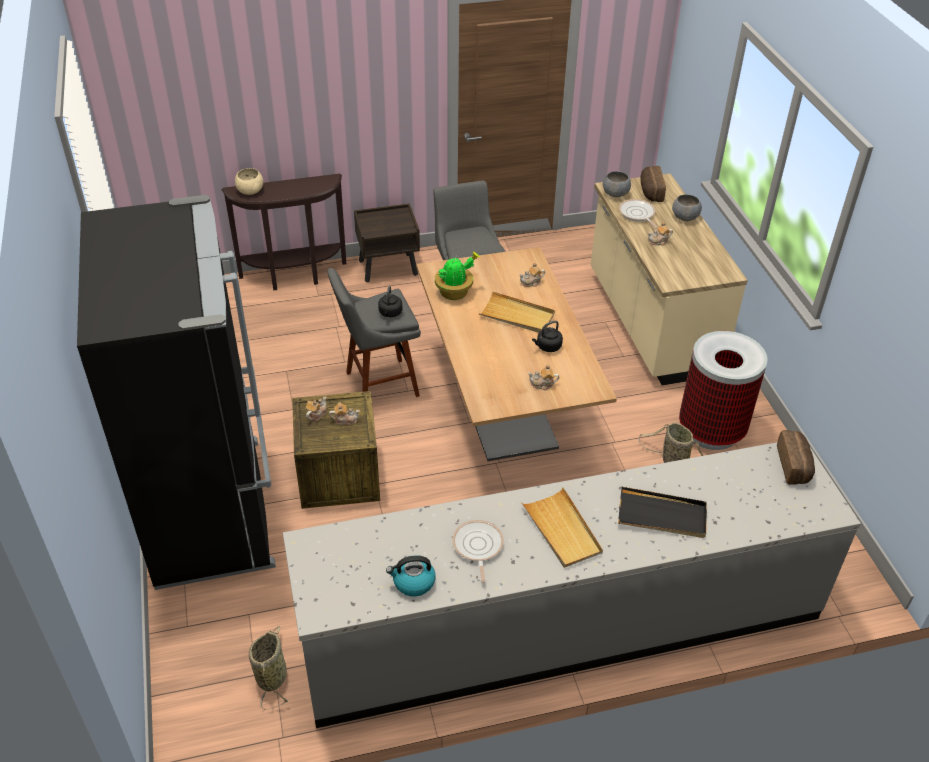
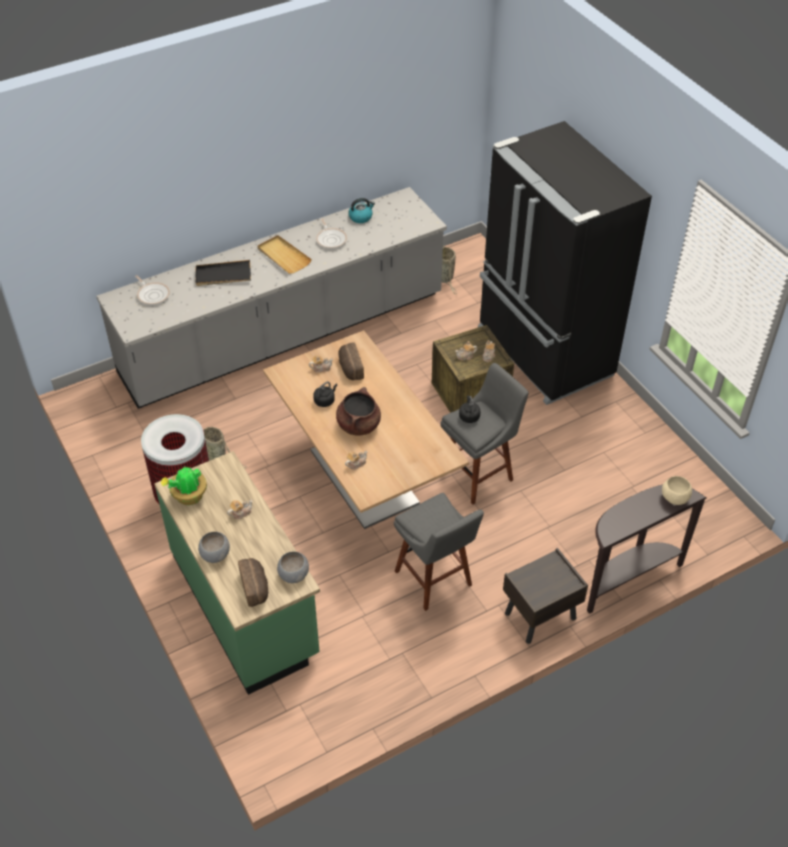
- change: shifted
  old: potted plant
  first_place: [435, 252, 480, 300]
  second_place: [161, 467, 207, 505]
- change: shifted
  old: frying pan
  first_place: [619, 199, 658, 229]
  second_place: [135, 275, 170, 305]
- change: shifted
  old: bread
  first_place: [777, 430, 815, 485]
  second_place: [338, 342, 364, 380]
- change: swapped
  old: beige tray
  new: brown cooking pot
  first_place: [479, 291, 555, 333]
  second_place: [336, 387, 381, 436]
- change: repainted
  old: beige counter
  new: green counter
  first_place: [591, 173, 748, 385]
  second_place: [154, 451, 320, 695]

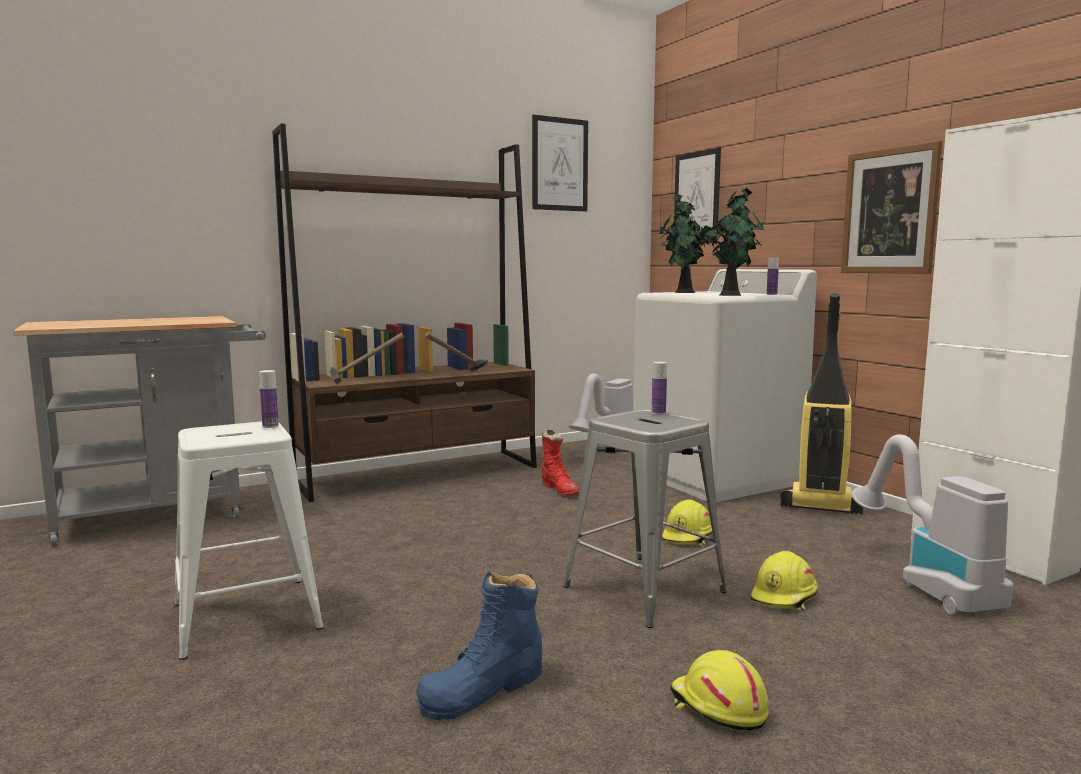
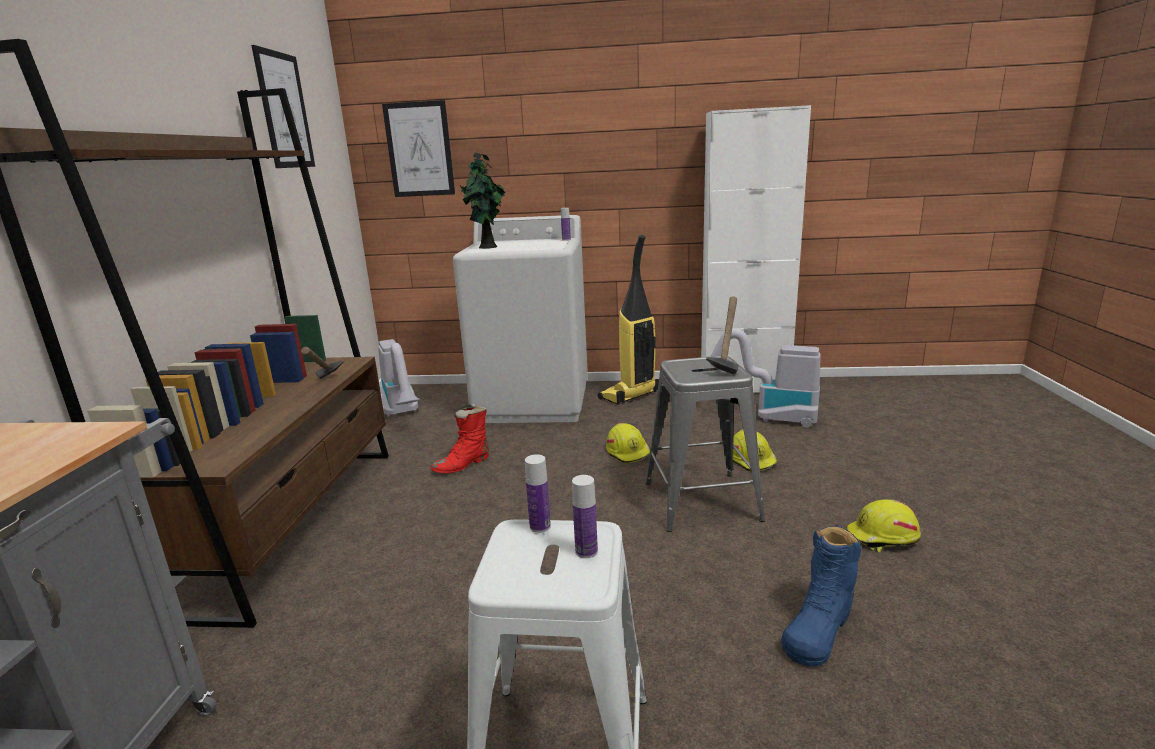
- change: gone
  old: potted plant
  first_place: [702, 188, 764, 296]
- change: gone
  old: picture
  first_place: [841, 141, 942, 274]
- change: shifted
  old: hammer
  first_place: [330, 333, 405, 384]
  second_place: [706, 296, 738, 375]
- change: shifted
  old: bottle
  first_place: [652, 362, 667, 415]
  second_place: [572, 475, 598, 558]
- change: rotated
  old: blue boot
  first_place: [416, 571, 542, 720]
  second_place: [781, 525, 861, 667]
  degrees: 45
- change: rotated
  old: red boot
  first_place: [541, 429, 580, 495]
  second_place: [430, 403, 489, 473]
  degrees: 135

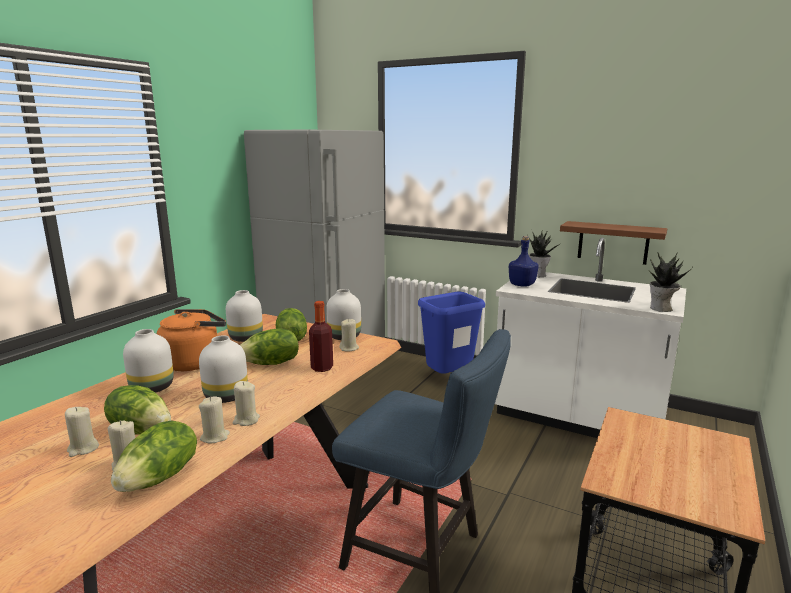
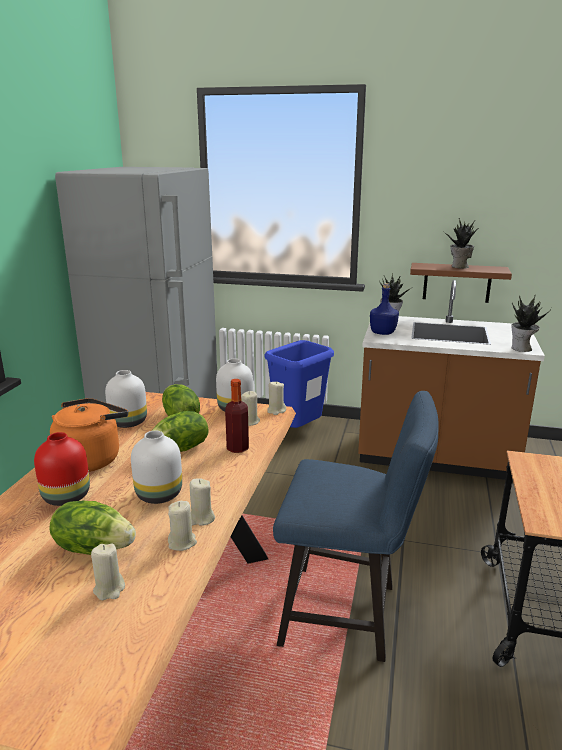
- change: gone
  old: lettuce
  first_place: [111, 420, 197, 492]
- change: new
  new: potted plant
  second_place: [444, 218, 479, 269]
- change: shifted
  old: beige candle
  first_place: [65, 407, 99, 457]
  second_place: [267, 381, 286, 415]
- change: repainted
  old: white vase
  new: red vase
  first_place: [123, 329, 174, 393]
  second_place: [34, 432, 90, 506]
- change: repainted
  old: white counter
  new: brown counter
  first_place: [495, 238, 686, 438]
  second_place: [358, 280, 545, 481]

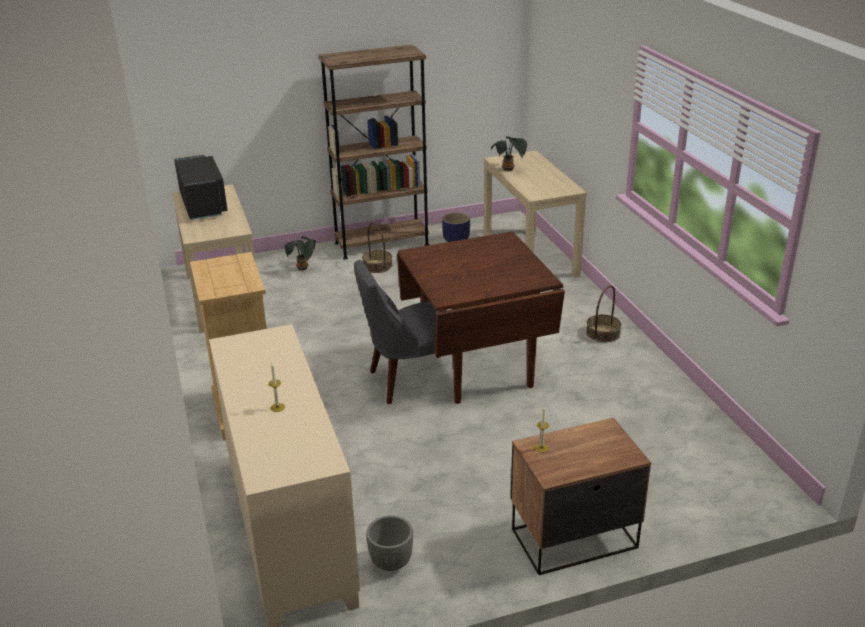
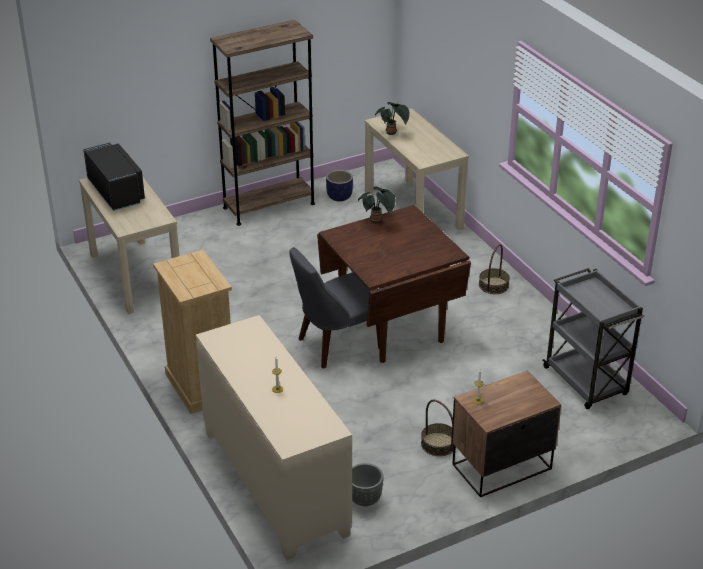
- change: new
  new: grey cart
  second_place: [543, 268, 644, 409]
- change: shifted
  old: potted plant
  first_place: [285, 236, 316, 270]
  second_place: [358, 186, 396, 224]
- change: shifted
  old: basket
  first_place: [362, 223, 393, 273]
  second_place: [421, 399, 456, 456]

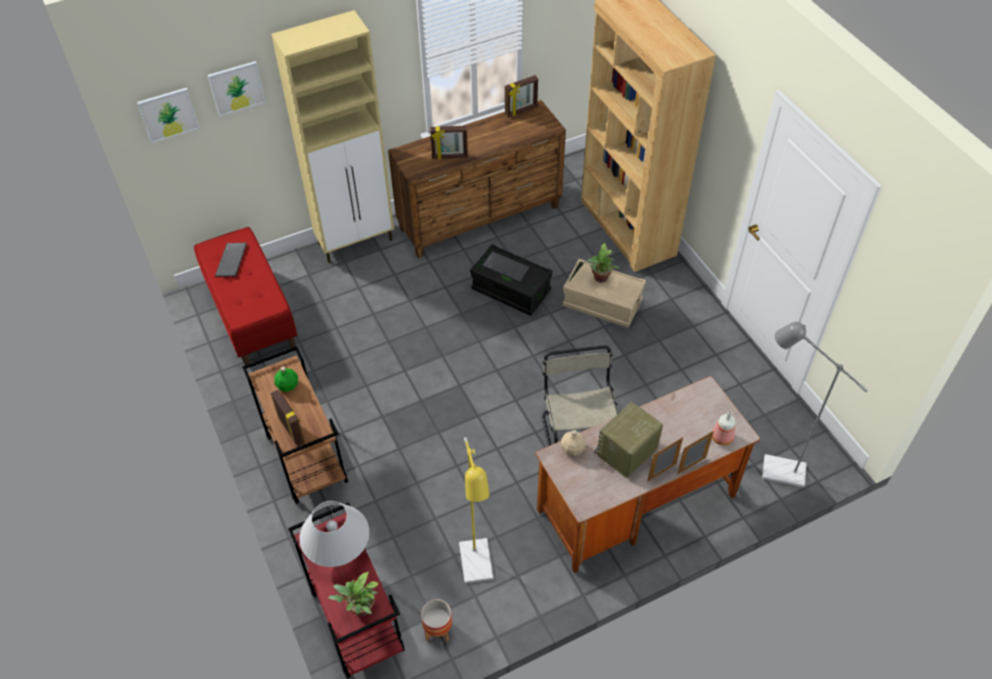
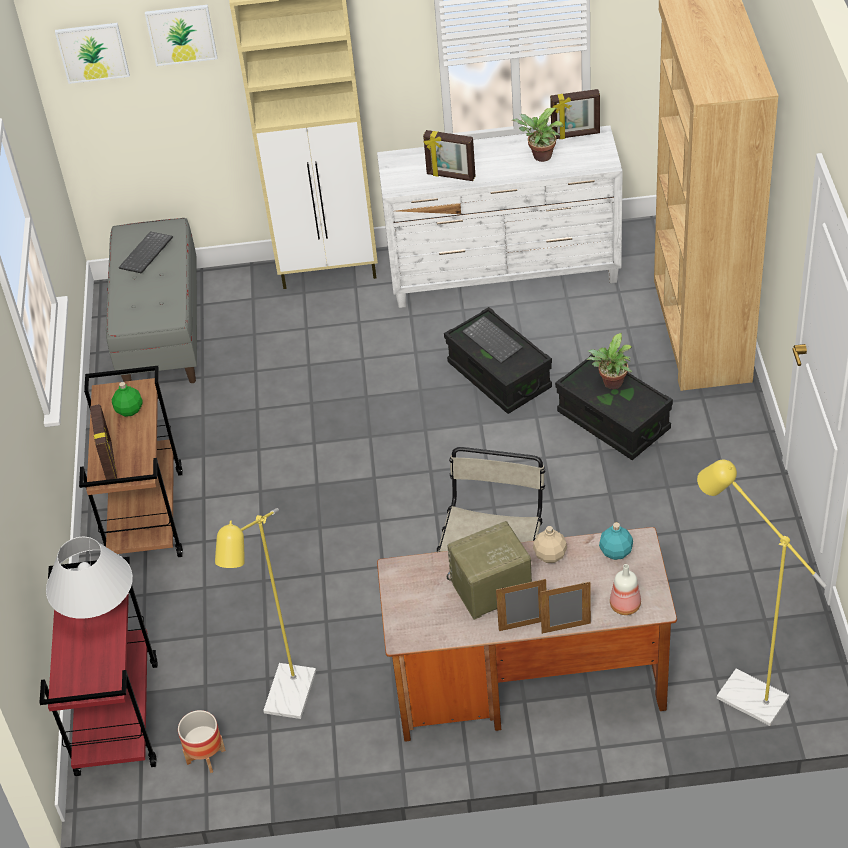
- change: new
  new: turquoise bottle
  second_place: [599, 522, 633, 560]
- change: shifted
  old: potted plant
  first_place: [328, 571, 379, 616]
  second_place: [512, 108, 564, 162]
- change: shifted
  old: beige bottle
  first_place: [561, 430, 586, 456]
  second_place: [533, 526, 567, 563]
- change: repainted
  old: red bench
  new: grey bench
  first_place: [194, 227, 297, 365]
  second_place: [106, 218, 197, 383]
- change: repainted
  old: brown dresser
  new: white dresser
  first_place: [388, 100, 566, 258]
  second_place: [377, 125, 623, 308]
- change: repainted
  old: beige storage box
  new: black storage box
  first_place: [563, 259, 646, 328]
  second_place: [555, 354, 673, 460]
- change: repainted
  old: grey floor lamp
  new: yellow floor lamp
  first_place: [762, 322, 868, 487]
  second_place: [697, 460, 827, 726]

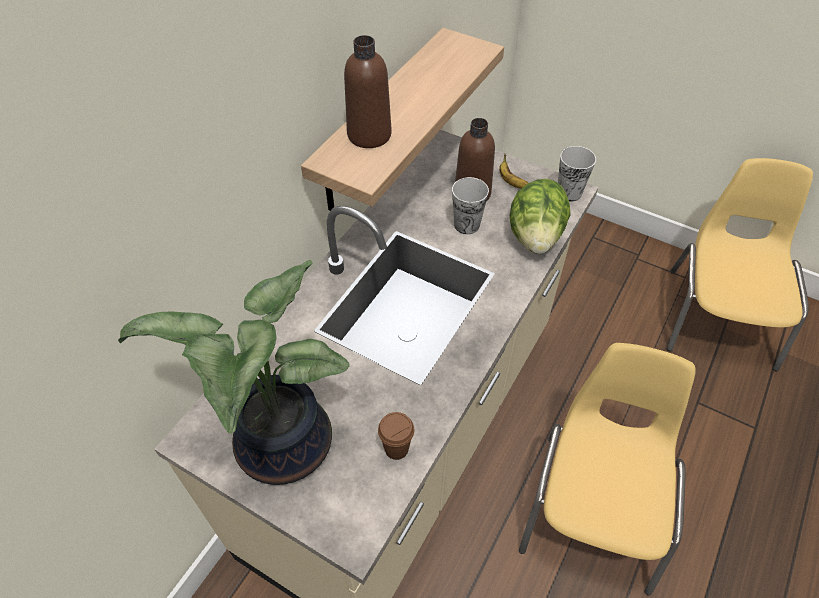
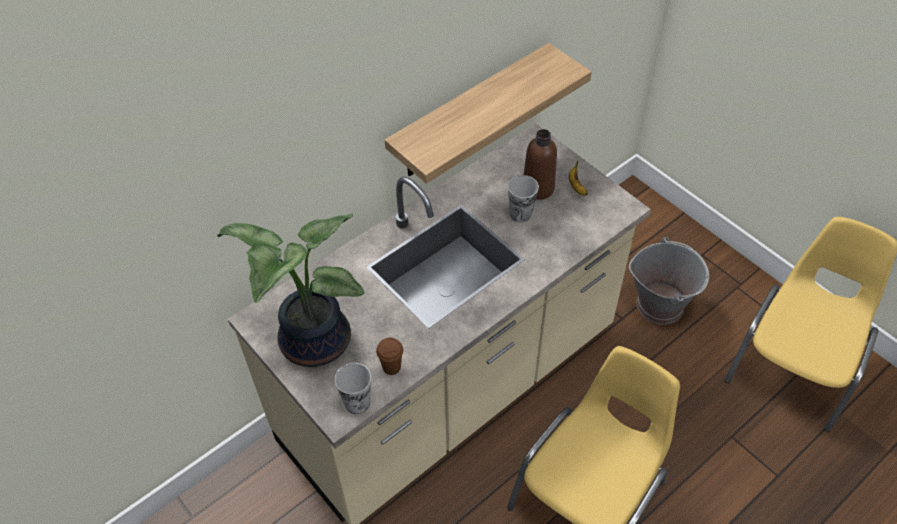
- change: gone
  old: brown bottle
  first_place: [344, 35, 392, 148]
- change: gone
  old: lettuce
  first_place: [510, 179, 571, 254]
- change: new
  new: grey bucket
  second_place: [629, 237, 709, 325]
- change: shifted
  old: cup
  first_place: [558, 146, 596, 202]
  second_place: [335, 363, 371, 414]

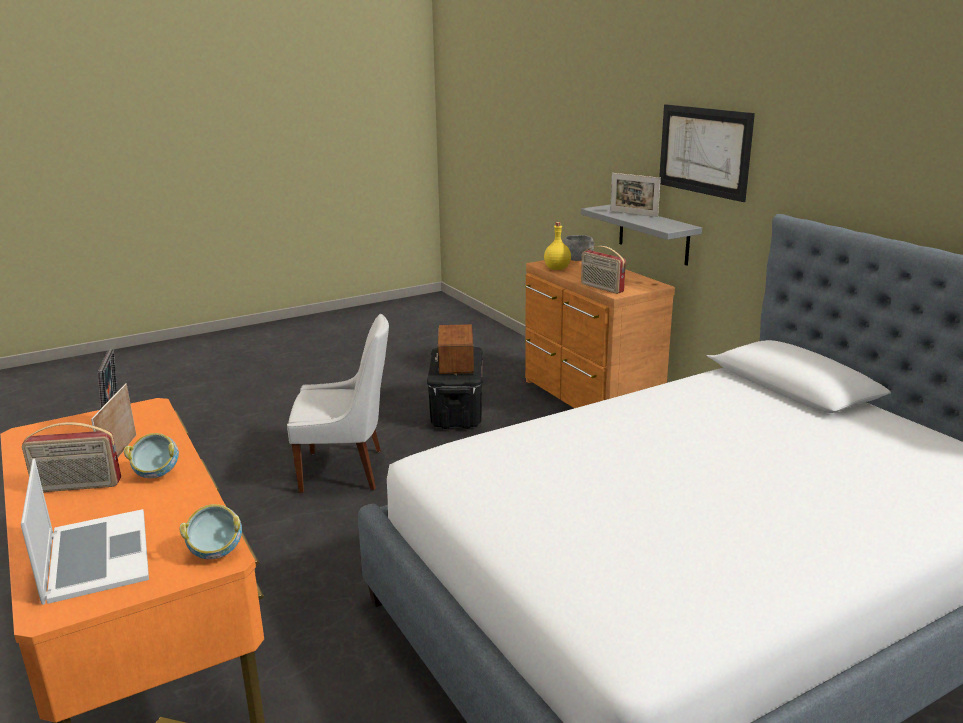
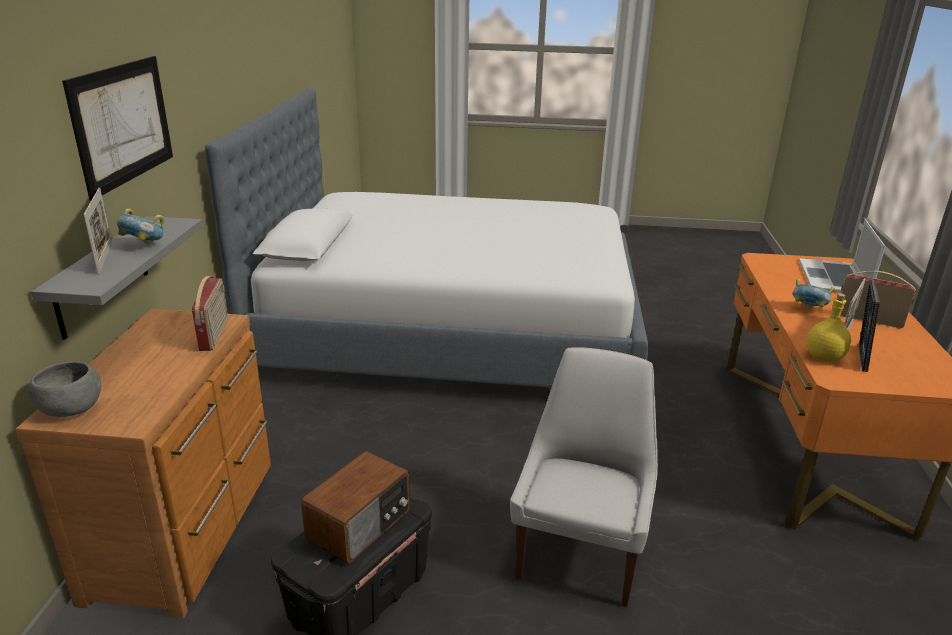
- change: shifted
  old: bowl
  first_place: [179, 504, 242, 559]
  second_place: [117, 208, 164, 245]
- change: shifted
  old: yellow bottle
  first_place: [544, 222, 571, 270]
  second_place: [807, 293, 851, 362]
- change: rotated
  old: white chair
  first_place: [287, 314, 389, 493]
  second_place: [510, 347, 658, 607]
  degrees: 75

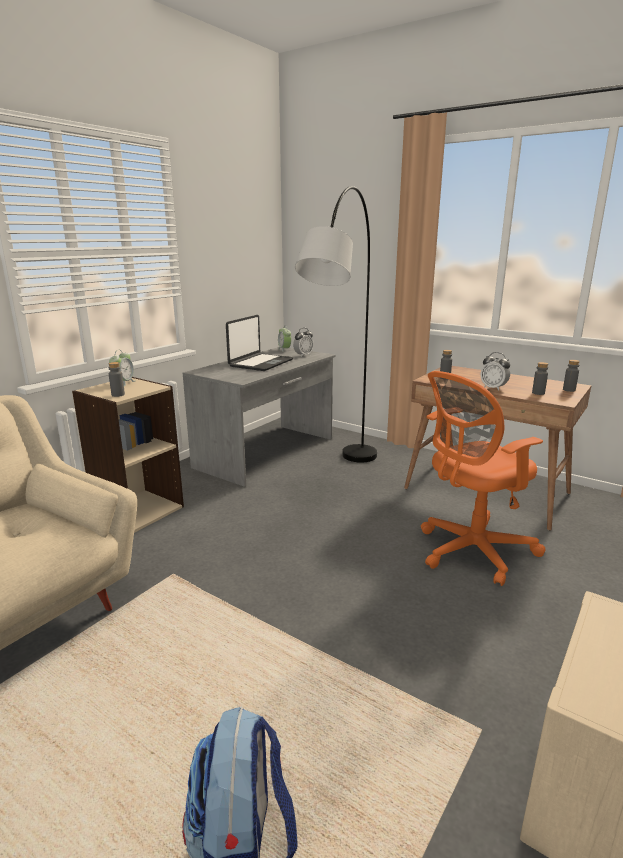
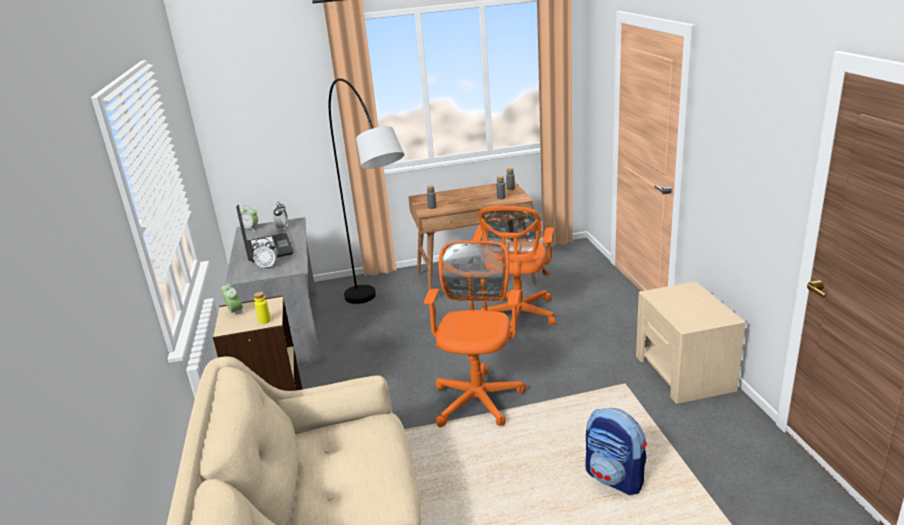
- change: new
  new: orange office chair
  second_place: [424, 241, 526, 427]
- change: shifted
  old: alarm clock
  first_place: [481, 352, 510, 391]
  second_place: [252, 238, 277, 269]
- change: repainted
  old: grey bottle
  new: yellow bottle
  first_place: [109, 362, 125, 397]
  second_place: [254, 292, 271, 324]

